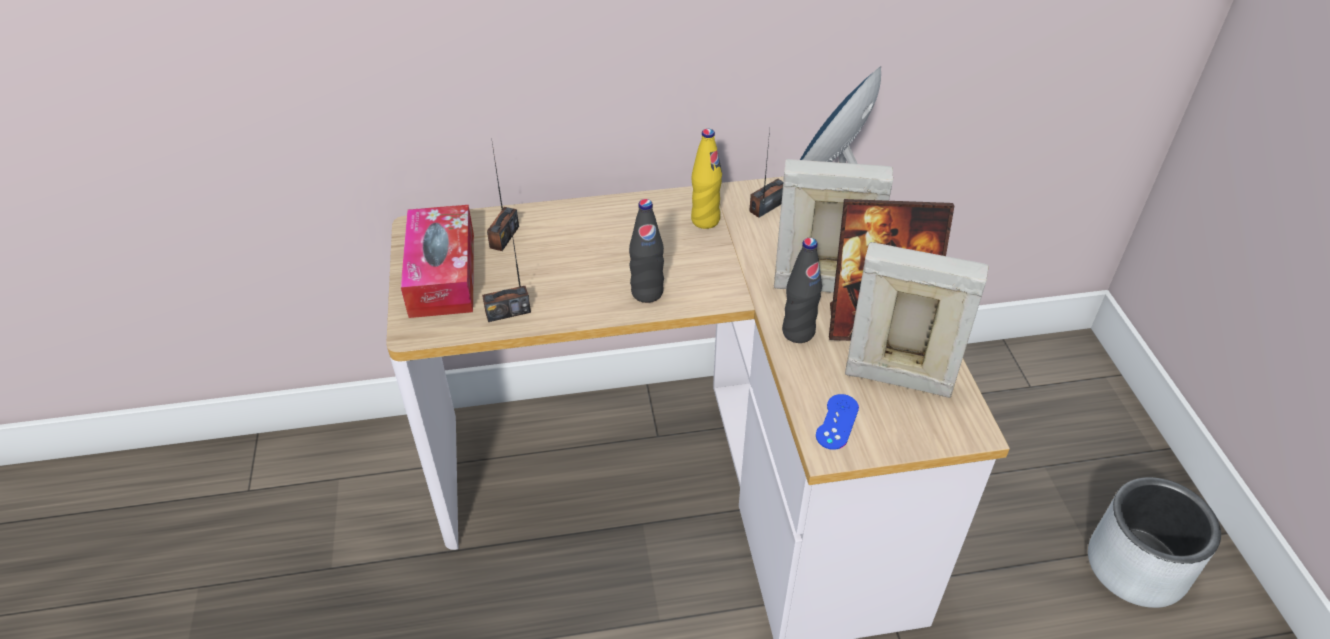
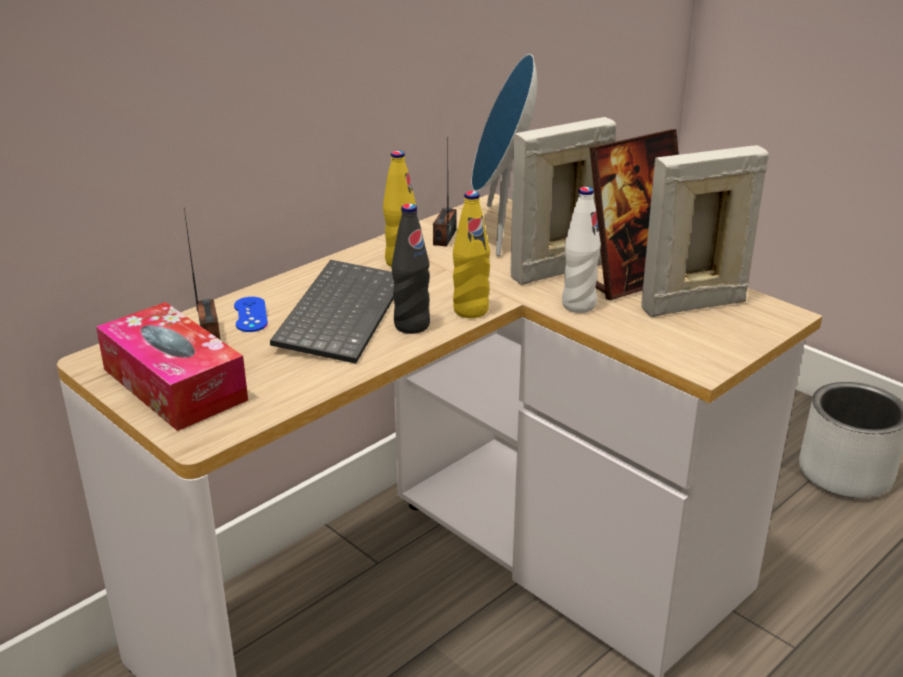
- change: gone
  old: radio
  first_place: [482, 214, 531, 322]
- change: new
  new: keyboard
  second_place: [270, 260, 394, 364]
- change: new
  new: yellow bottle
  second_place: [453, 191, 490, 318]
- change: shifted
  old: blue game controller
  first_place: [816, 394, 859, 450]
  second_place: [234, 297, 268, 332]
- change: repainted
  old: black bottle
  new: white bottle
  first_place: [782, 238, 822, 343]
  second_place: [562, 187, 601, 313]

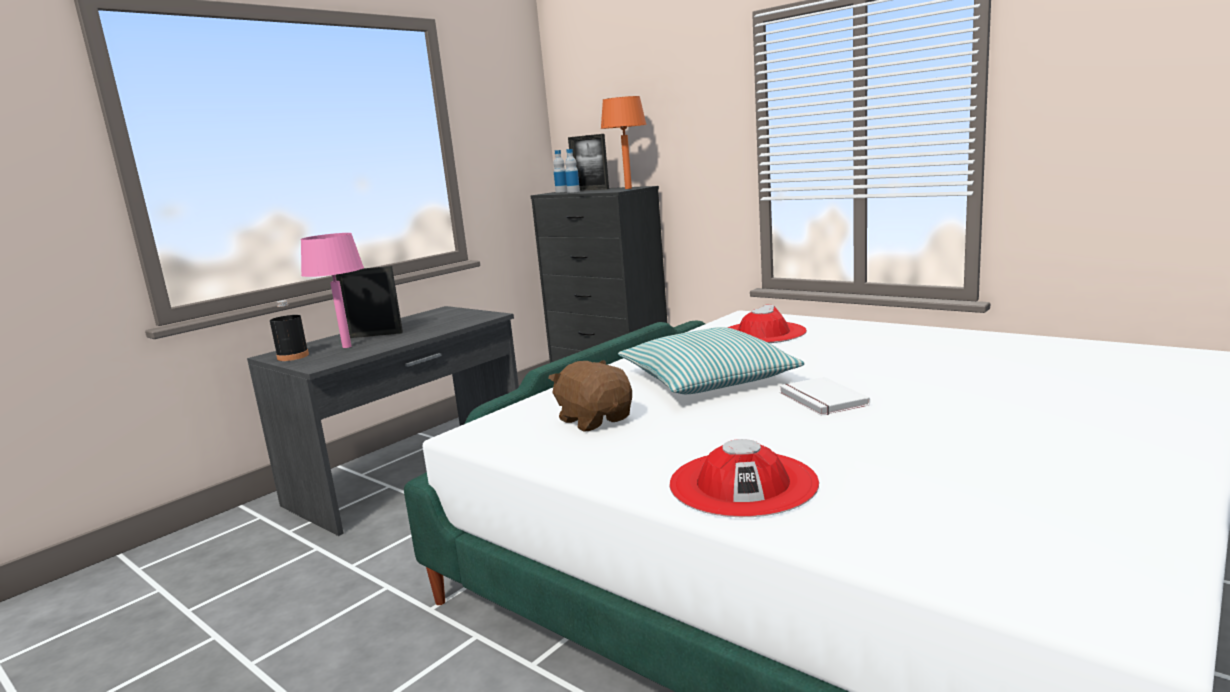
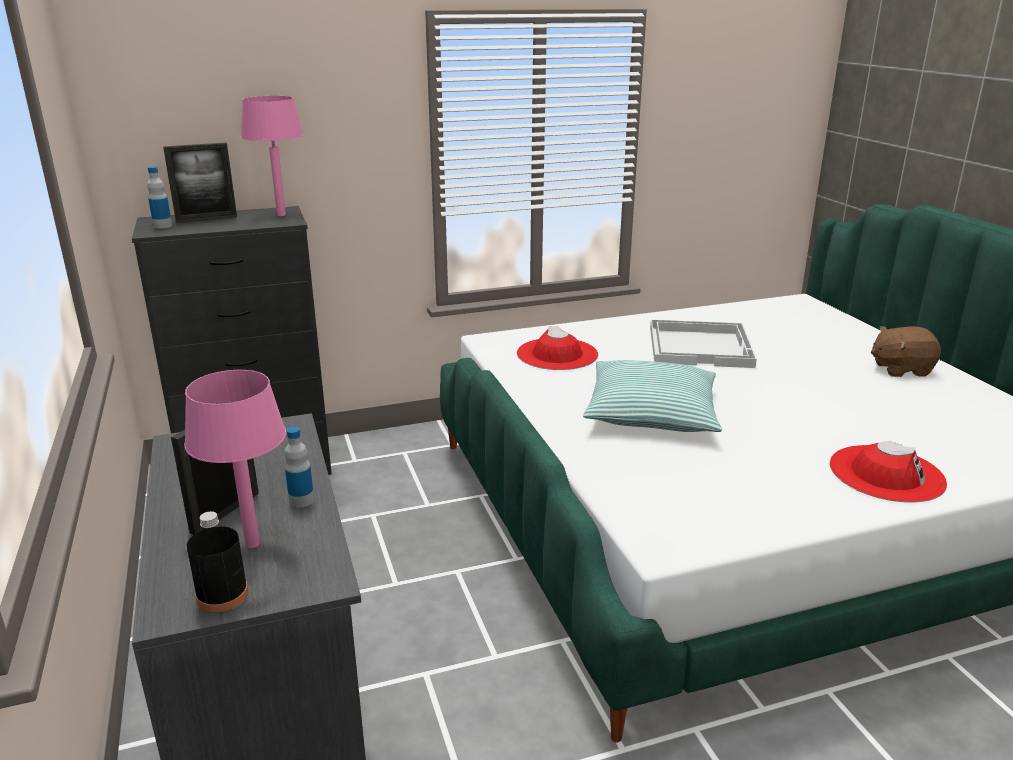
- change: gone
  old: white book
  first_place: [780, 377, 870, 416]
- change: new
  new: white tray
  second_place: [650, 319, 757, 368]
- change: shifted
  old: brown plush toy
  first_place: [548, 360, 632, 432]
  second_place: [871, 326, 941, 377]
- change: shifted
  old: bottle
  first_place: [565, 149, 580, 193]
  second_place: [284, 427, 314, 508]
- change: repainted
  old: orange table lamp
  new: pink table lamp
  first_place: [601, 96, 647, 189]
  second_place: [241, 96, 303, 216]

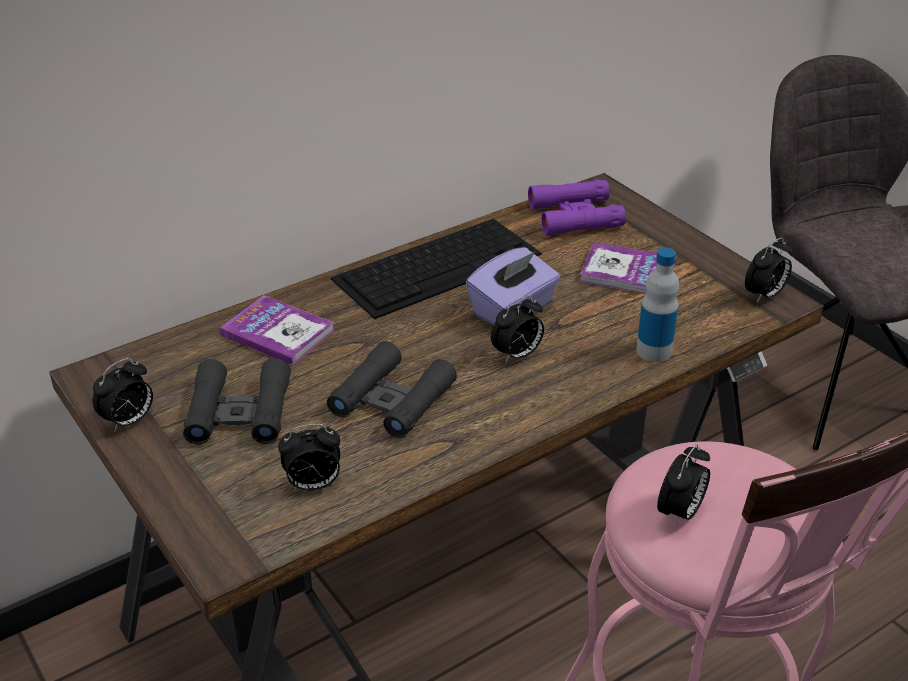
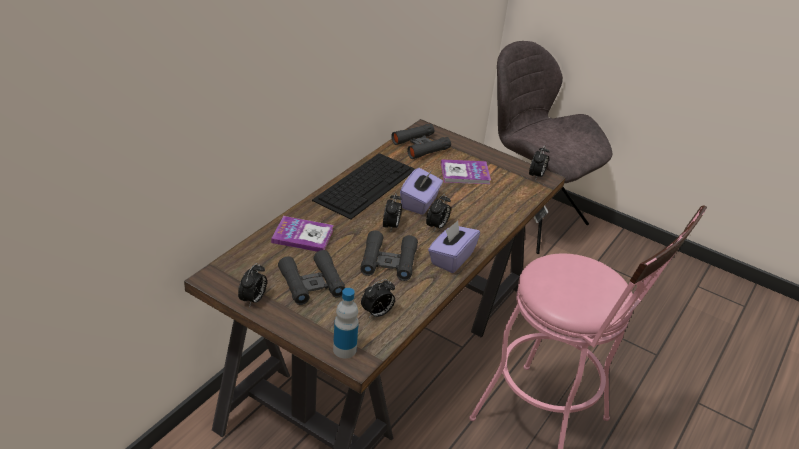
- change: new
  new: purple tissue box
  second_place: [428, 220, 480, 273]
- change: shifted
  old: bottle
  first_place: [636, 248, 679, 362]
  second_place: [333, 288, 359, 359]
- change: shifted
  old: alarm clock
  first_place: [657, 444, 710, 527]
  second_place: [383, 193, 402, 233]
- change: repainted
  old: purple binoculars
  new: black binoculars
  first_place: [528, 180, 626, 236]
  second_place: [391, 124, 451, 159]

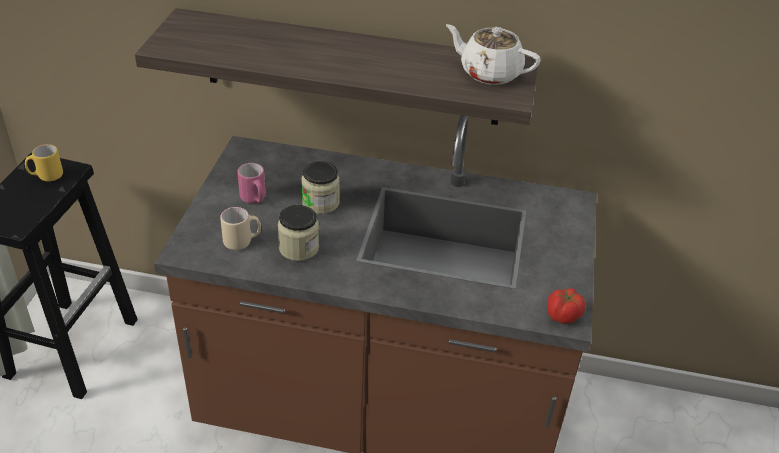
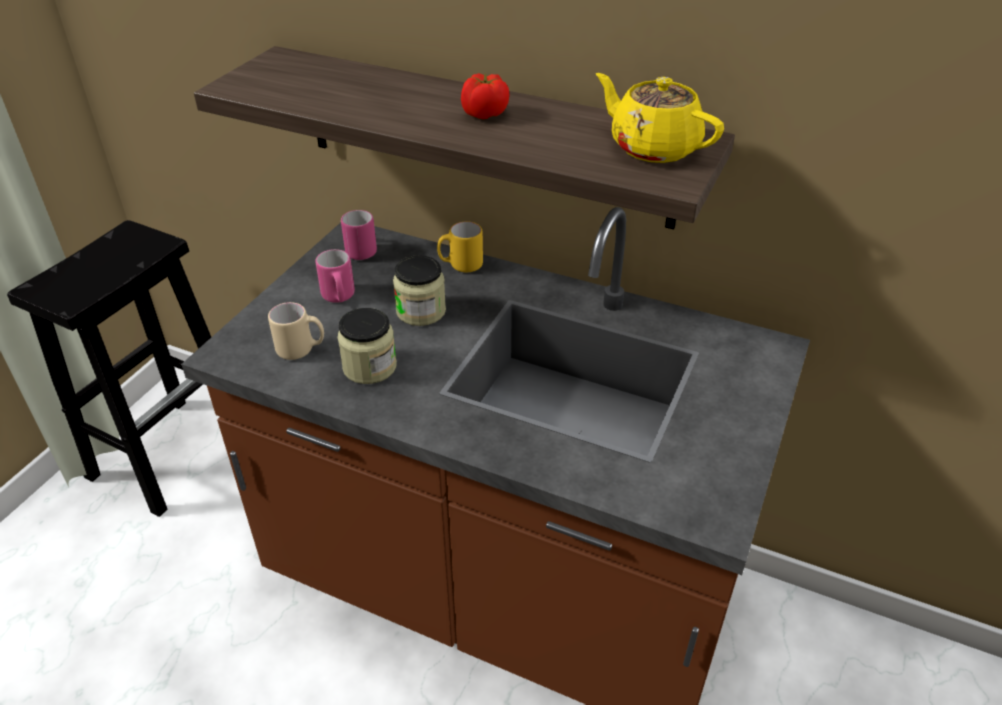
- change: new
  new: pink mug
  second_place: [341, 210, 377, 260]
- change: shifted
  old: yellow mug
  first_place: [25, 144, 63, 182]
  second_place: [437, 221, 483, 272]
- change: shifted
  old: tomato
  first_place: [548, 288, 585, 324]
  second_place: [461, 73, 509, 119]
- change: repainted
  old: white teapot
  new: yellow teapot
  first_place: [446, 24, 541, 85]
  second_place: [596, 73, 724, 163]

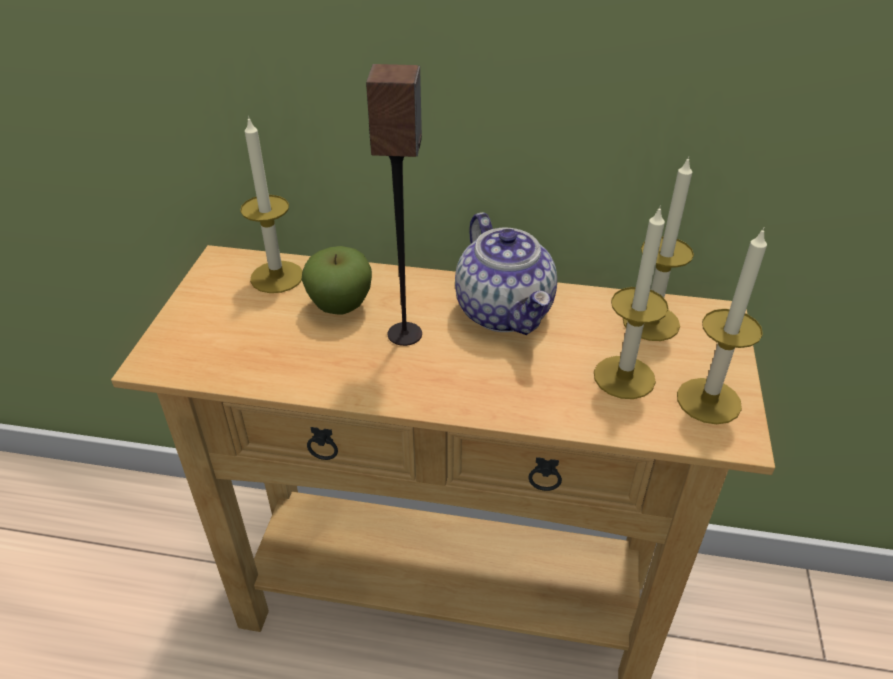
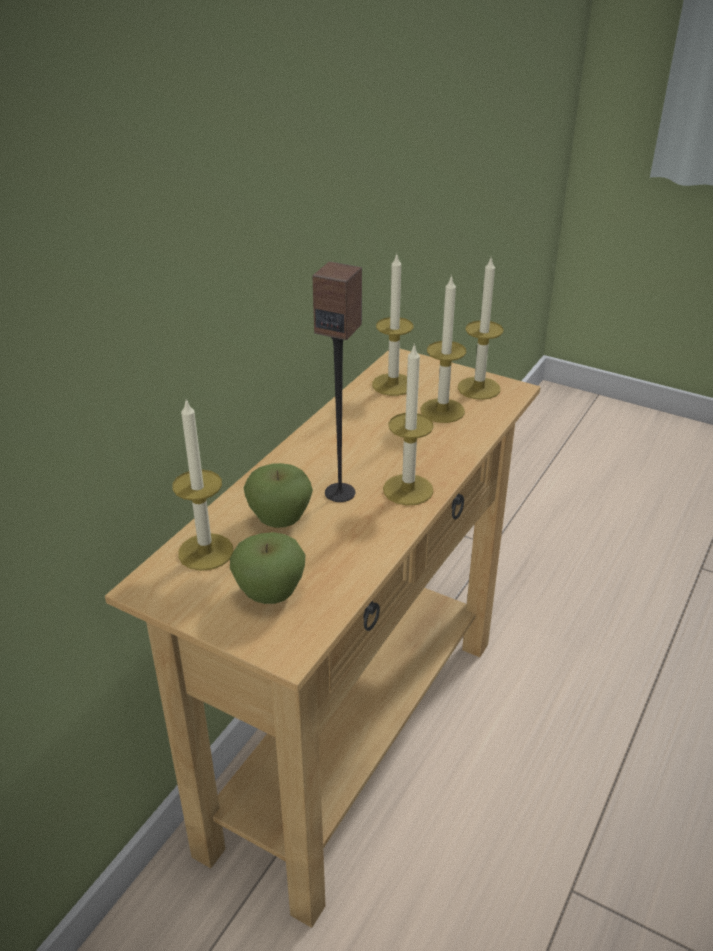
- change: gone
  old: teapot
  first_place: [455, 212, 557, 335]
- change: new
  new: apple
  second_place: [230, 532, 305, 604]
- change: new
  new: candle
  second_place: [383, 343, 434, 505]

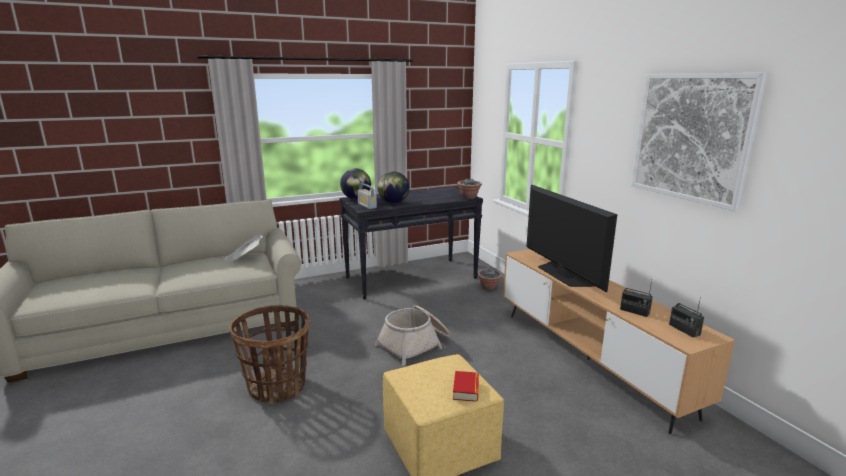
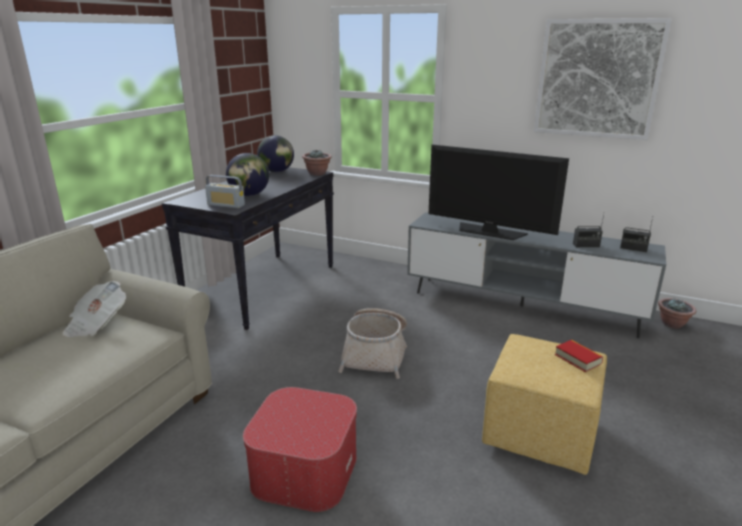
- change: shifted
  old: globe
  first_place: [340, 168, 371, 199]
  second_place: [257, 135, 294, 172]
- change: shifted
  old: potted plant
  first_place: [478, 268, 502, 290]
  second_place: [658, 298, 696, 329]
- change: swapped
  old: basket
  new: ottoman
  first_place: [229, 305, 310, 404]
  second_place: [243, 387, 357, 512]
- change: repainted
  old: brown tv stand
  new: grey tv stand
  first_place: [503, 249, 735, 434]
  second_place: [407, 212, 666, 338]

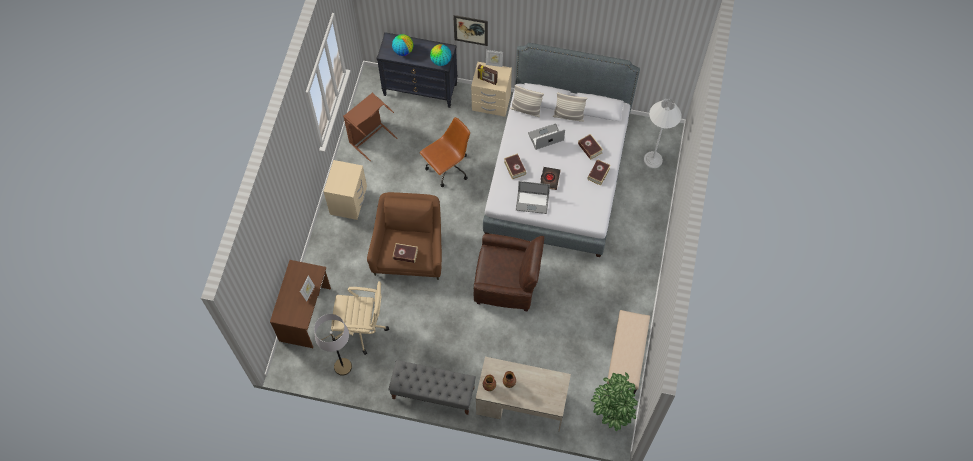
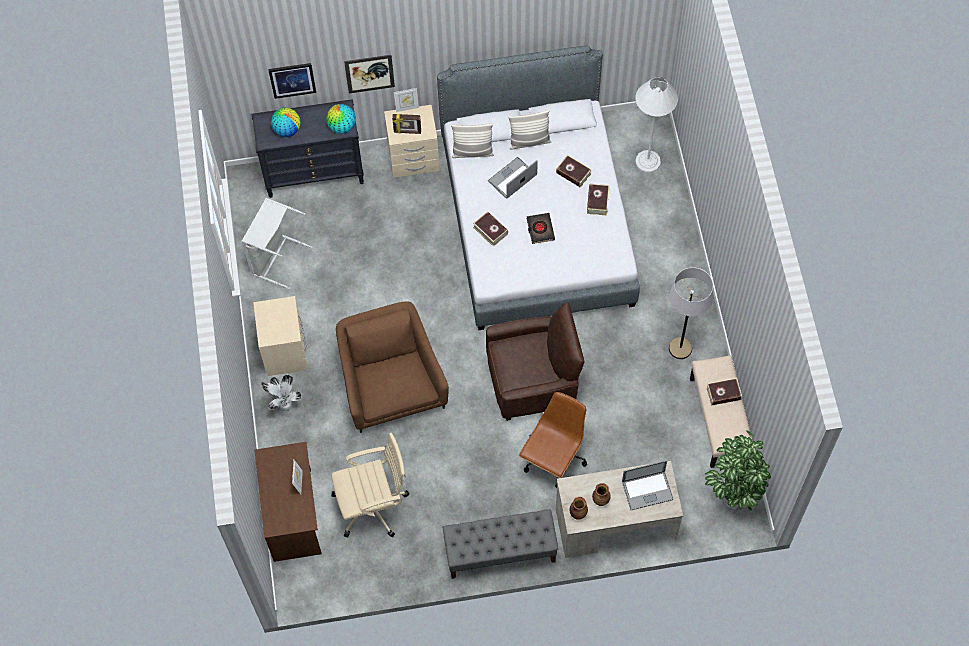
- change: new
  new: potted plant
  second_place: [261, 375, 301, 411]
- change: new
  new: picture
  second_place: [268, 63, 316, 99]
- change: shifted
  old: grey floor lamp
  first_place: [314, 314, 352, 376]
  second_place: [669, 267, 713, 359]
- change: shifted
  old: book
  first_place: [393, 243, 418, 263]
  second_place: [706, 378, 742, 406]
- change: shifted
  old: brown office chair
  first_place: [420, 117, 470, 187]
  second_place: [519, 392, 587, 488]
- change: shifted
  old: laptop
  first_place: [516, 181, 550, 214]
  second_place: [622, 460, 674, 510]
- change: repainted
  old: brown laundry basket
  new: grey laundry basket
  first_place: [343, 93, 398, 161]
  second_place: [242, 198, 313, 289]

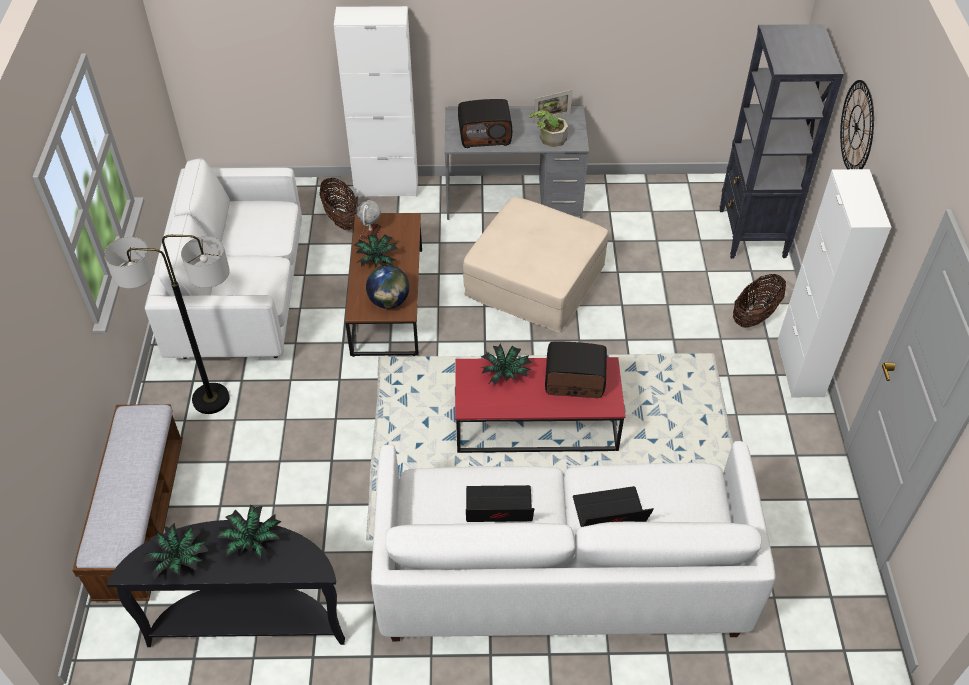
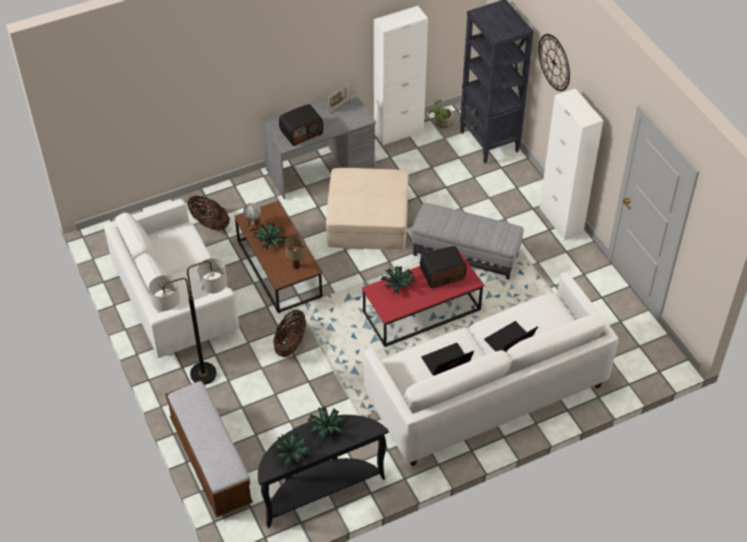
- change: new
  new: grey ottoman
  second_place: [412, 203, 524, 280]
- change: shifted
  old: white cabinet
  first_place: [334, 6, 418, 197]
  second_place: [374, 6, 428, 146]
- change: shifted
  old: potted plant
  first_place: [529, 102, 568, 147]
  second_place: [428, 100, 453, 128]
- change: shifted
  old: basket
  first_place: [733, 274, 786, 328]
  second_place: [273, 309, 306, 357]
- change: swapped
  old: globe
  new: table lamp
  first_place: [366, 265, 409, 309]
  second_place: [285, 236, 306, 269]

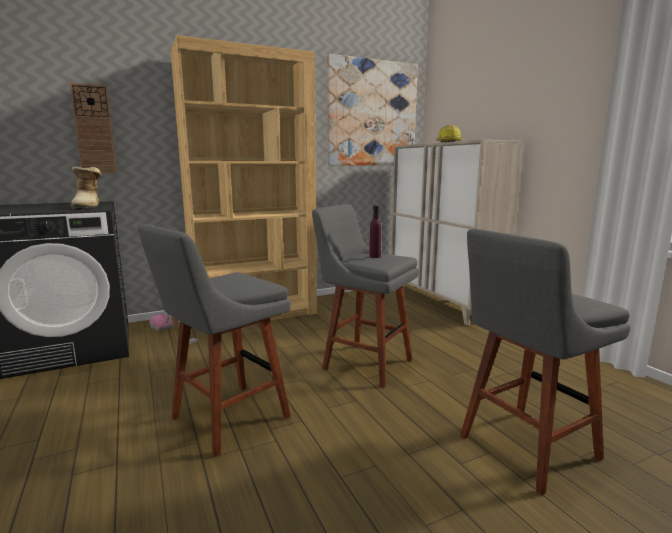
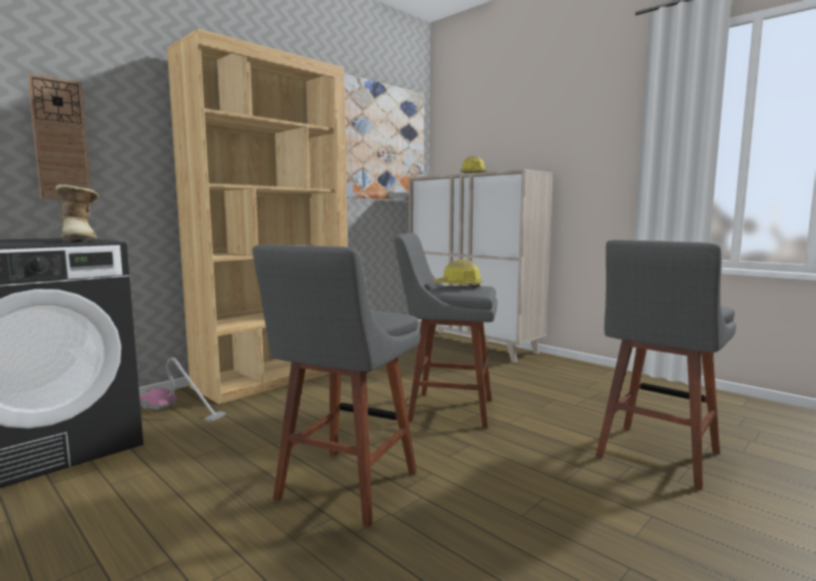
- change: swapped
  old: purple bottle
  new: hard hat
  first_place: [369, 205, 382, 258]
  second_place: [432, 259, 483, 288]

